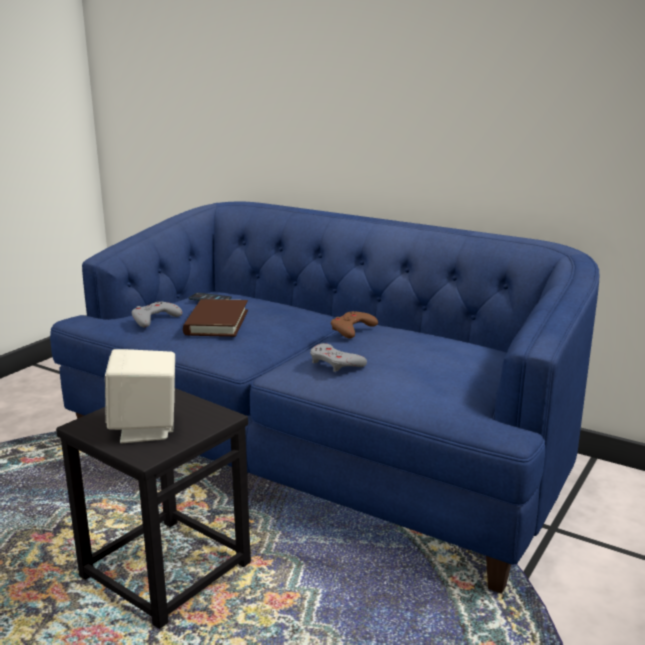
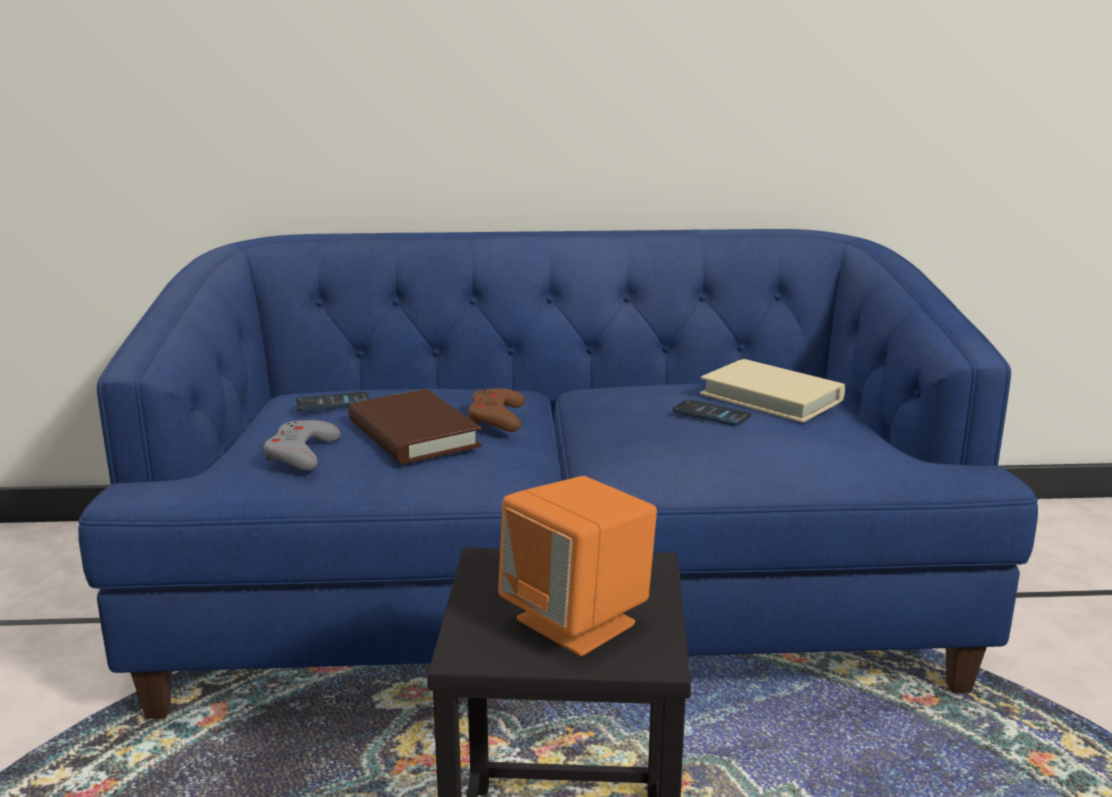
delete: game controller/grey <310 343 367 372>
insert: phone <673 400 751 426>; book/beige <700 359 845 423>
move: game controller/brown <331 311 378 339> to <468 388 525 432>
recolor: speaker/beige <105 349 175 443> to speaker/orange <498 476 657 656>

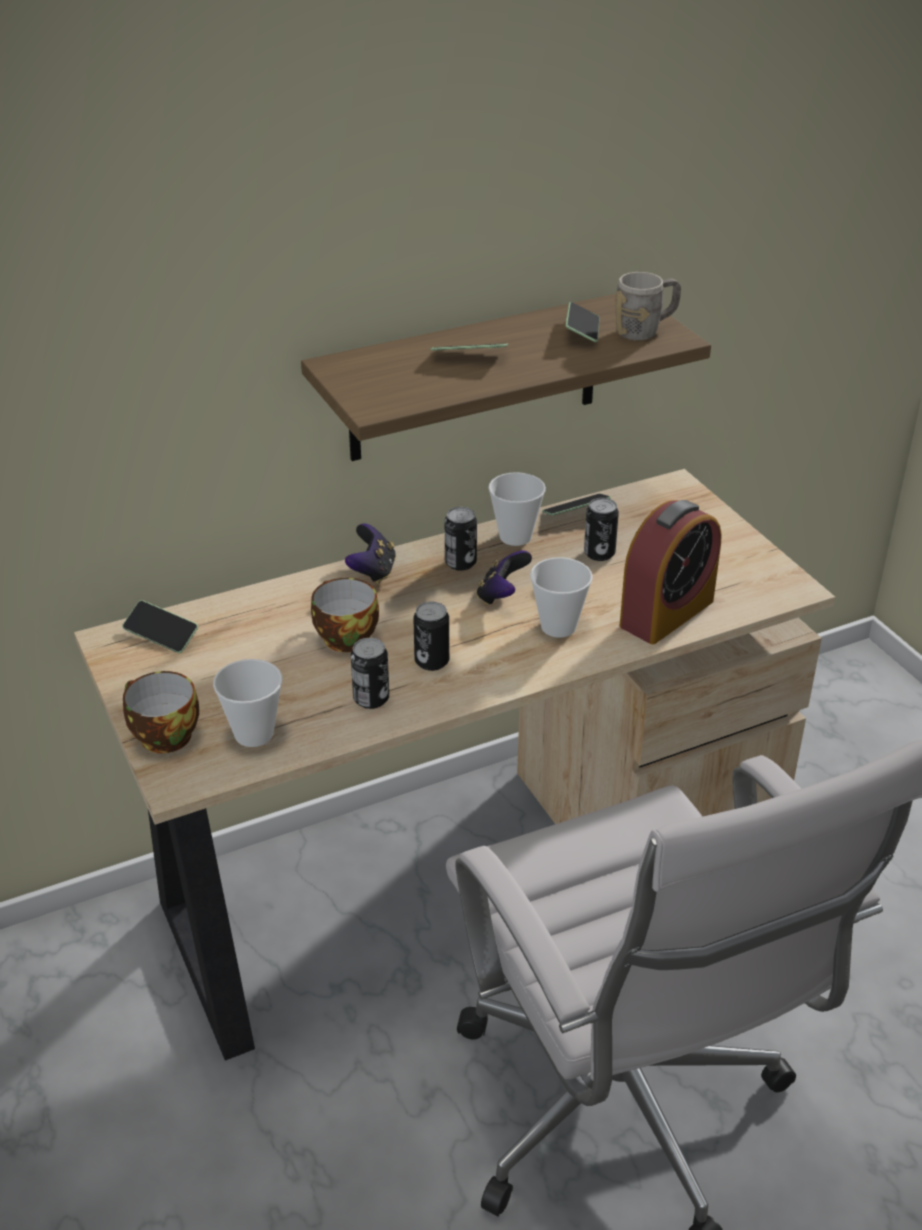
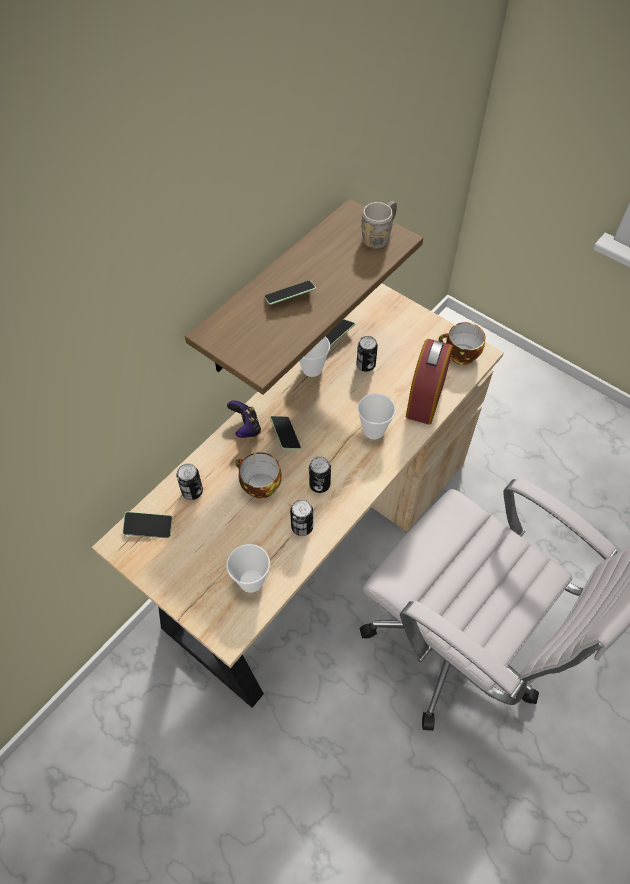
delete: game controller <477 550 532 605>
move: cup <123 671 199 753> to <438 322 486 365>; can <445 507 477 571> to <176 463 203 500>; phone <565 302 600 342> to <270 416 301 449>

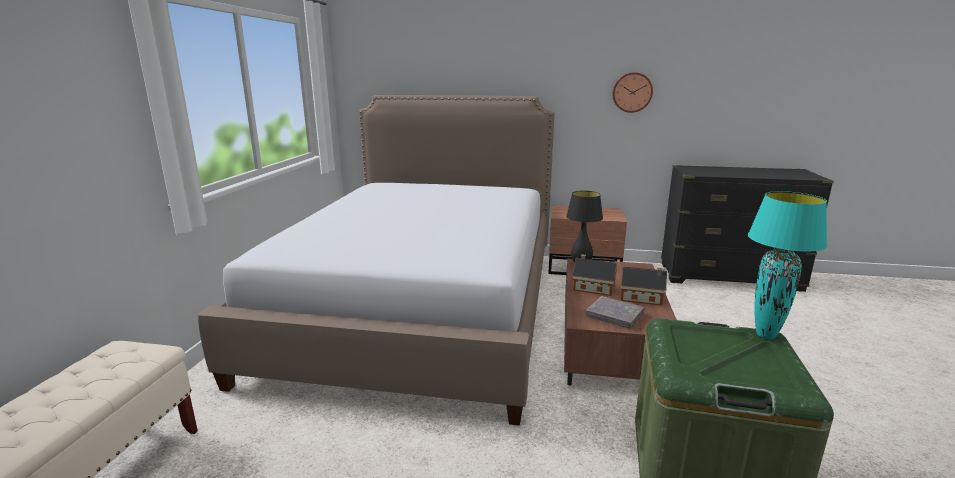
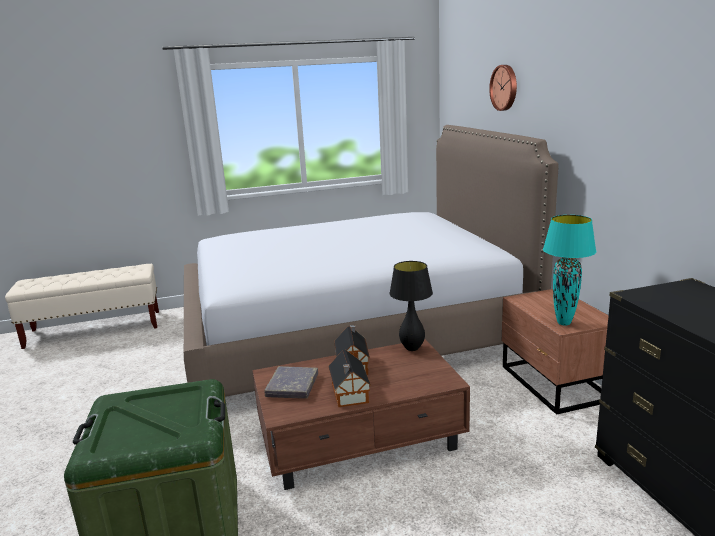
move: wall clock <612 72 653 113> to <489 65 517 111>; table lamp/turquoise <748 191 827 339> to <543 215 596 325>

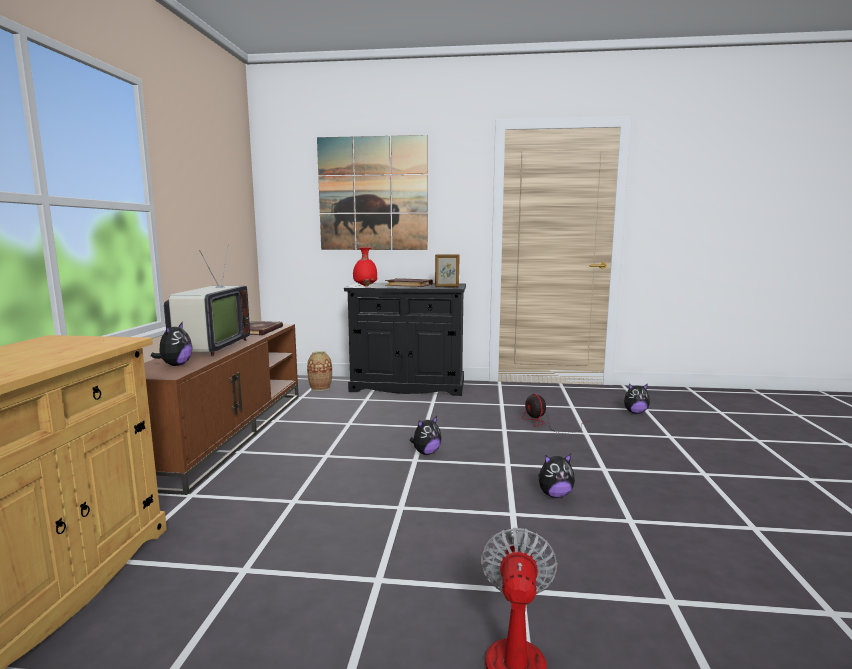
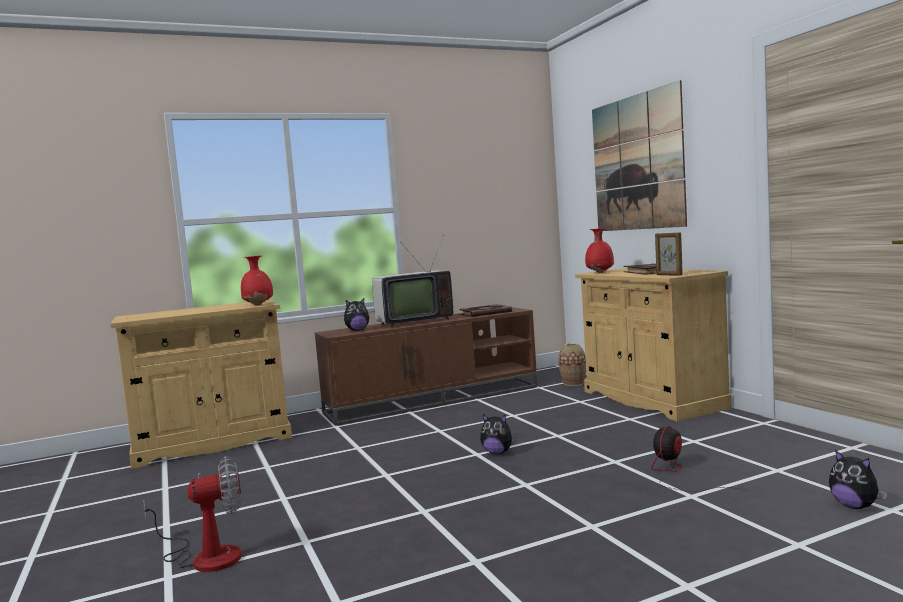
delete: plush toy <538 454 575 498>
insert: vase/red <241 256 273 306>
recolor: cabinet/black <344 283 466 396> to cabinet/beige <575 268 732 421>

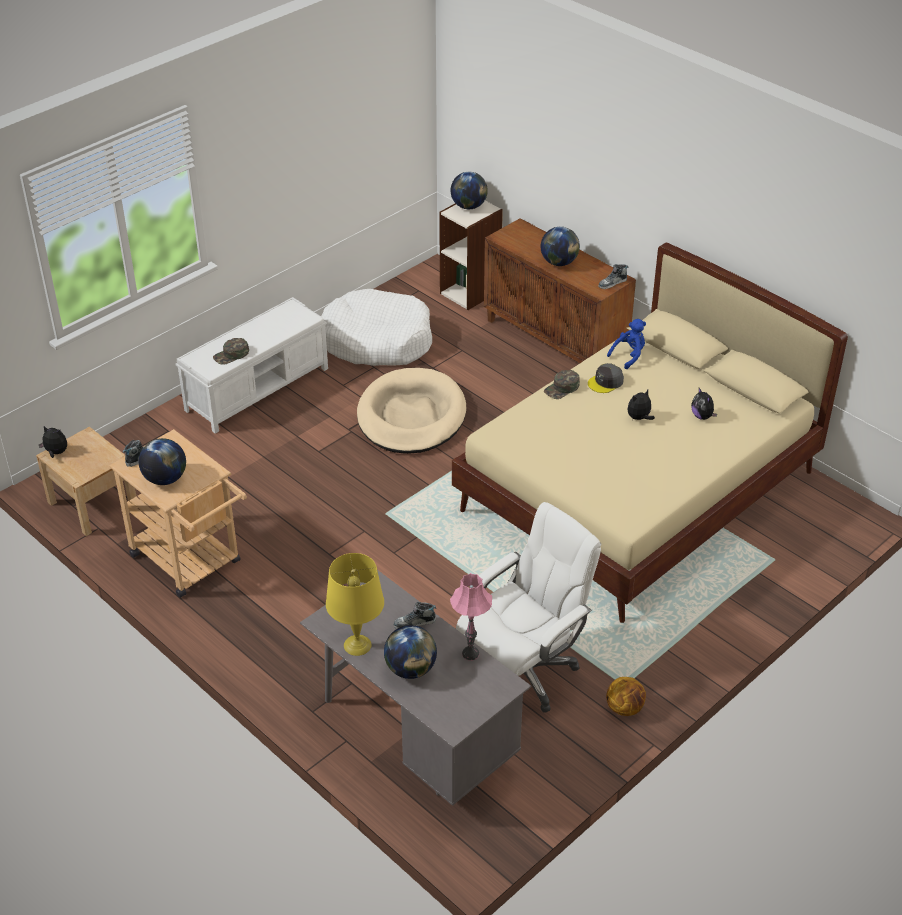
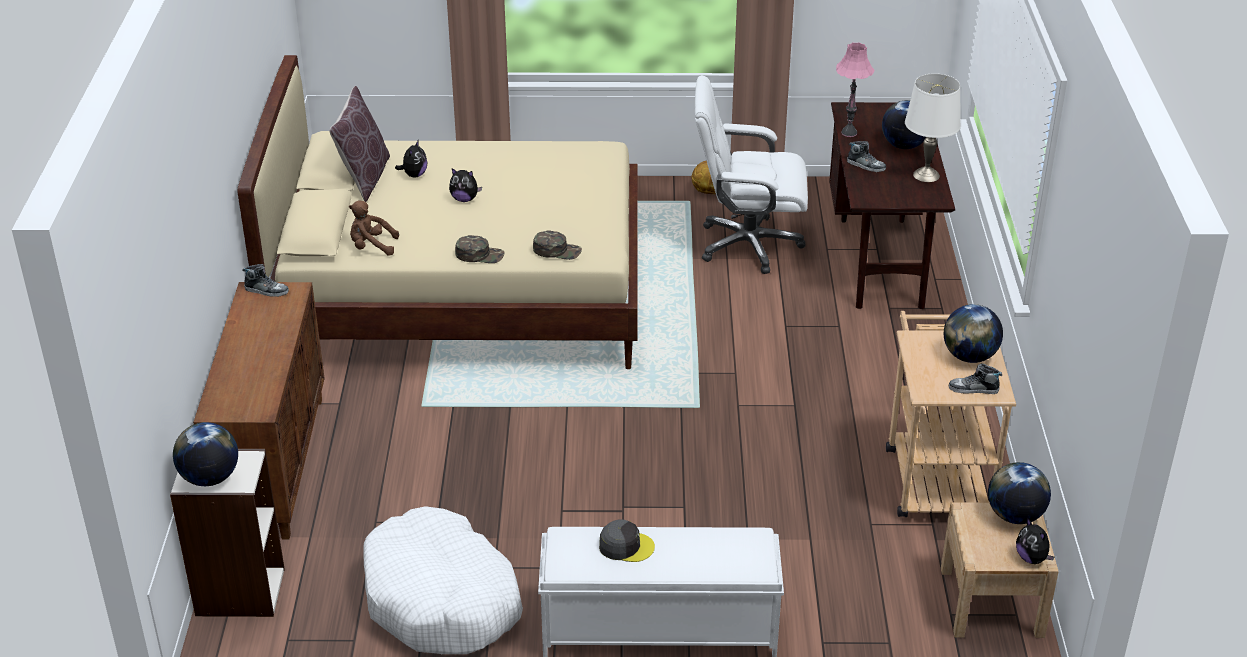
delete: dog bed/beige <357 368 466 454>
insert: pillow/brown <329 86 390 202>
move: cap/green <213 338 249 365> to <533 230 582 260>; globe <541 227 580 266> to <988 462 1051 524>; cap/grey <588 363 624 393> to <599 519 655 562>
recolor: desk/grey <300 570 531 806> to desk/brown <829 102 955 309>; table lamp/yellow <326 553 384 656> to table lamp/white <905 73 961 182>; plush toy/blue <607 319 646 369> to plush toy/brown <349 201 399 256>

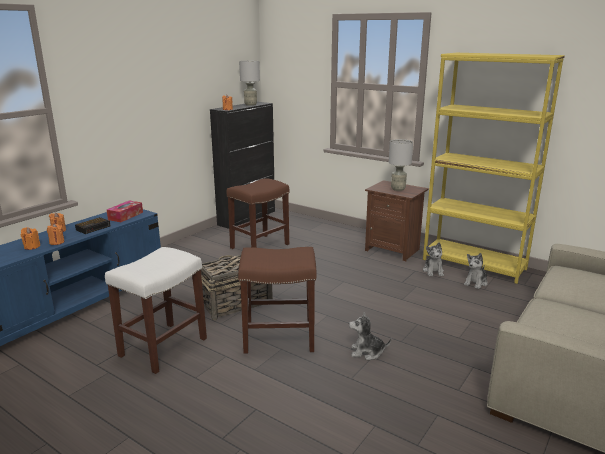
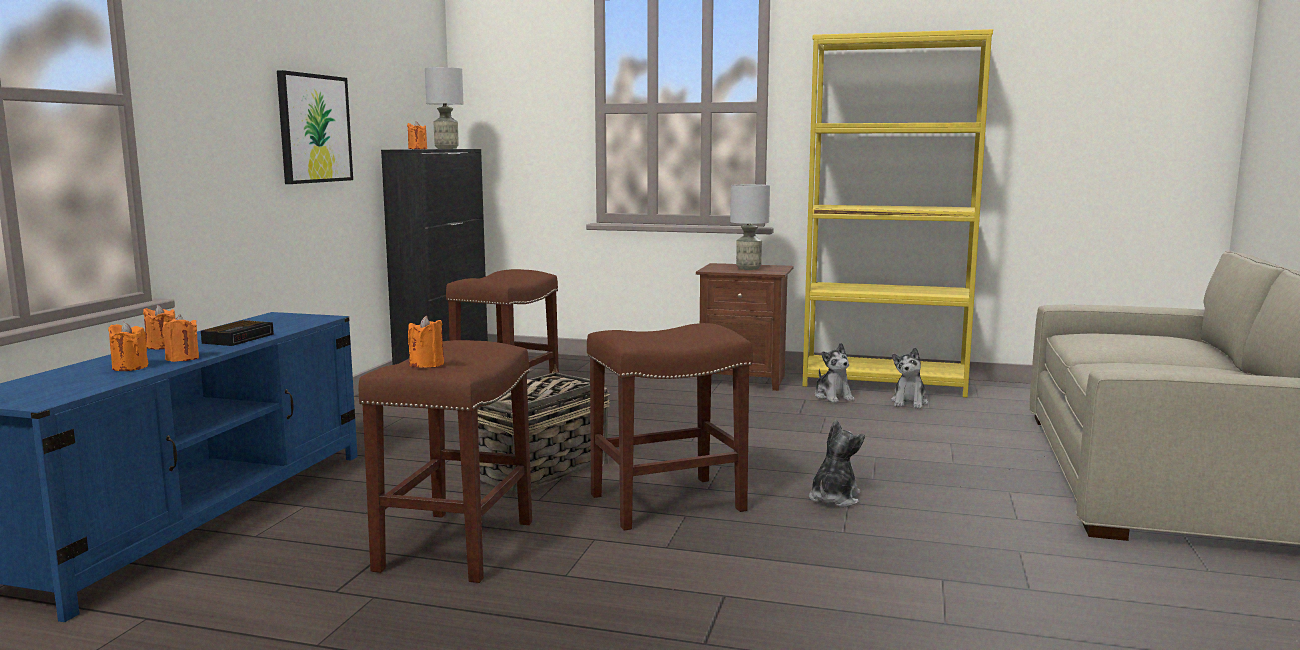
delete: tissue box <107 201 143 222>
insert: picture <277 70 353 184>; candle/orange <408 316 444 368>
recolor: stool/white <105 247 207 374> to stool/brown <358 340 532 583>
rotate: plush toy <349 312 391 360> = <809 419 865 507> 135 degrees clockwise

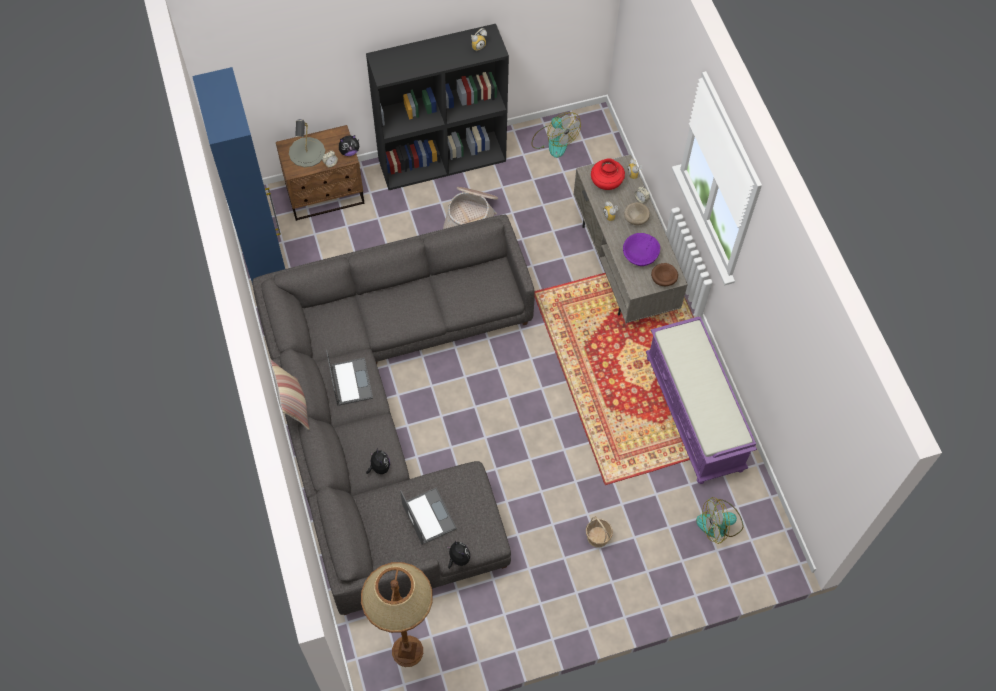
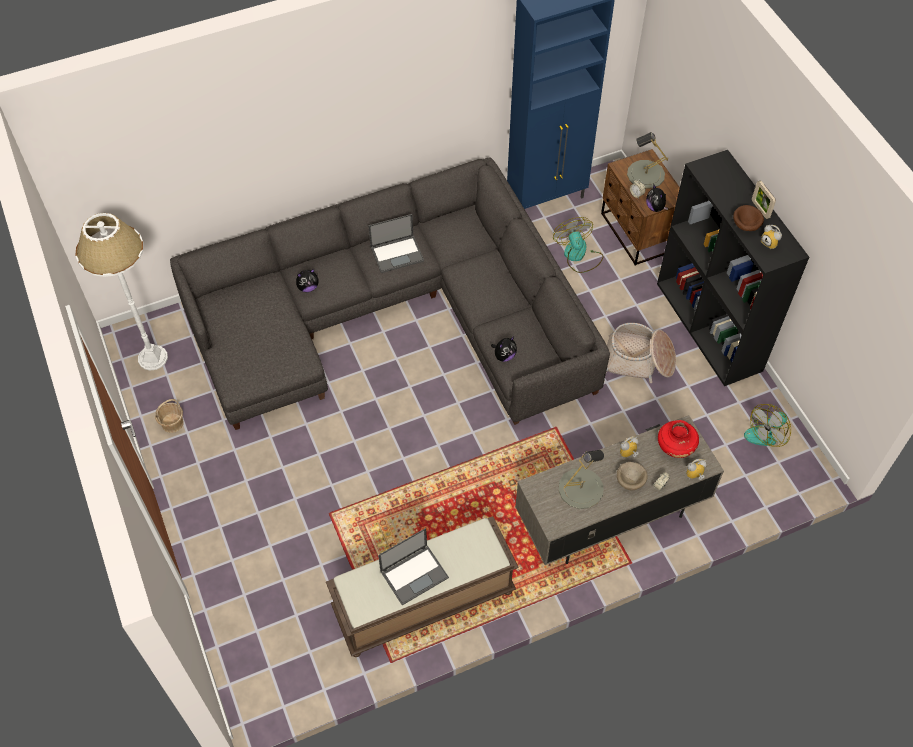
delete: pillow <271 360 310 430>
insert: picture frame <752 181 776 219>
move: laptop <400 488 457 545> to <378 528 449 605>; plush toy <446 540 470 569> to <491 336 517 362>; basket <586 516 613 547> to <155 399 184 433>; bowl/brown <651 263 678 286> to <733 205 764 231>; fan <696 497 743 544> to <553 217 604 273>
replace: bowl/purple <623 233 660 266> to table lamp/grey <558 450 604 509>
recolor: floor lamp/brown <361 562 433 667> to floor lamp/white <76 213 168 371>; bench/purple <646 316 757 484> to bench/brown <326 516 519 657>

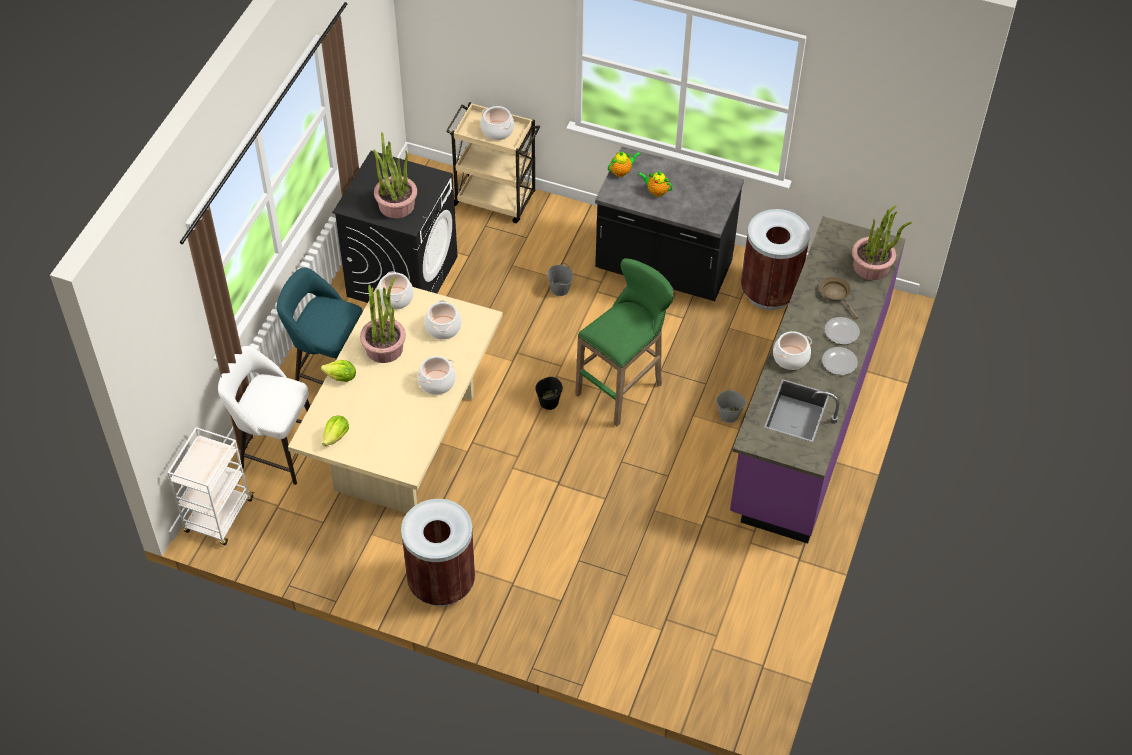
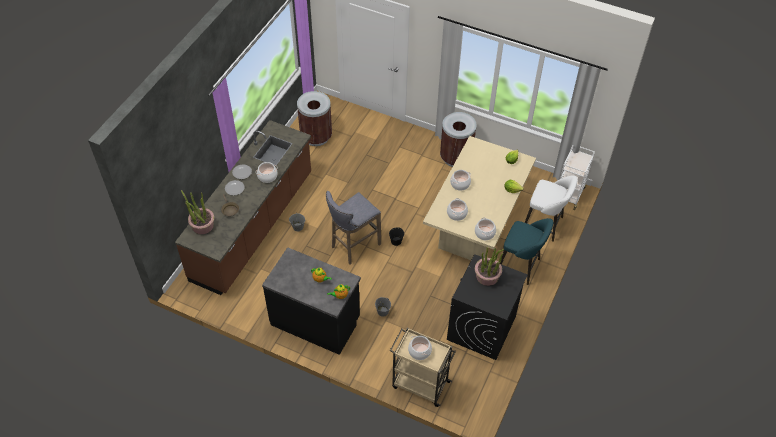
delete: potted plant <360 277 406 363>
move: trash can/brown <741 209 810 310> to <297 91 332 146>
recolor: stool/green <575 258 675 426> to stool/grey <326 191 381 265>; counter/purple <730 217 906 543> to counter/brown <175 120 311 295>

